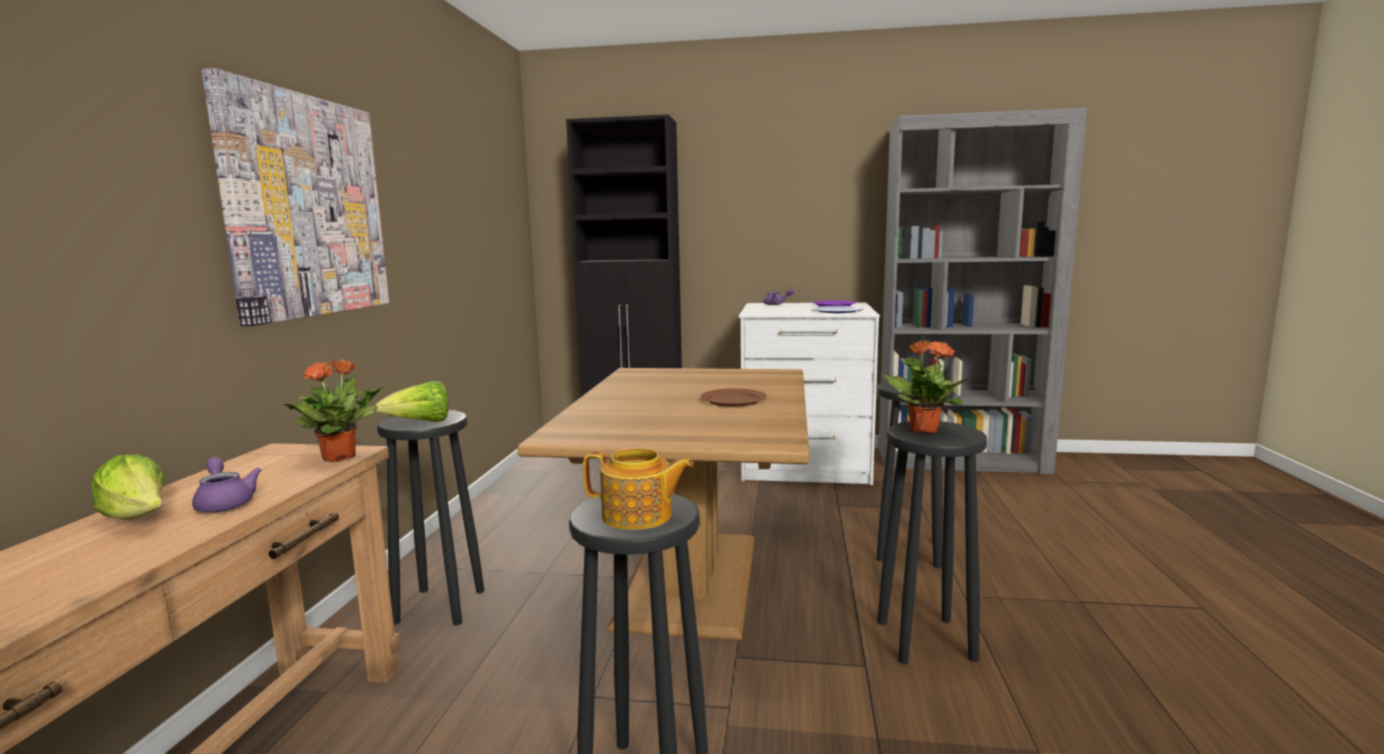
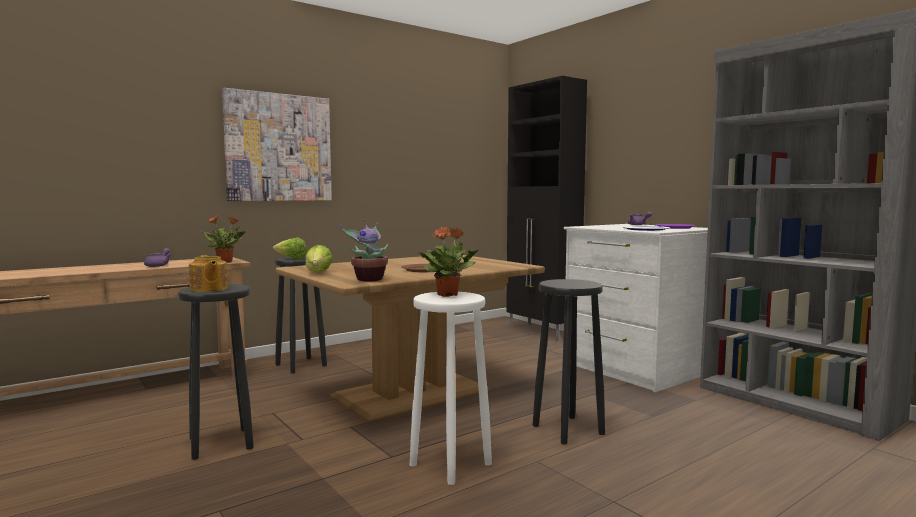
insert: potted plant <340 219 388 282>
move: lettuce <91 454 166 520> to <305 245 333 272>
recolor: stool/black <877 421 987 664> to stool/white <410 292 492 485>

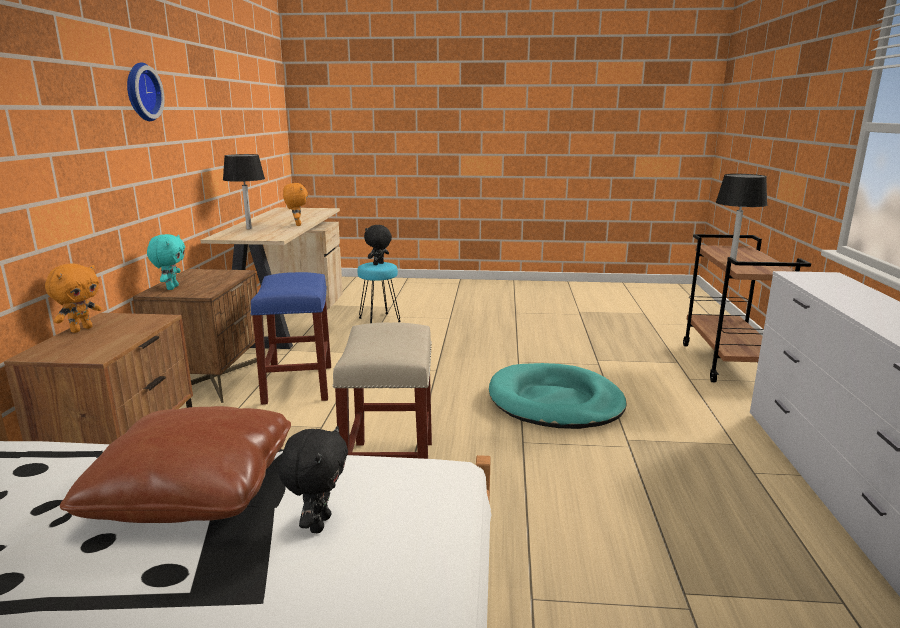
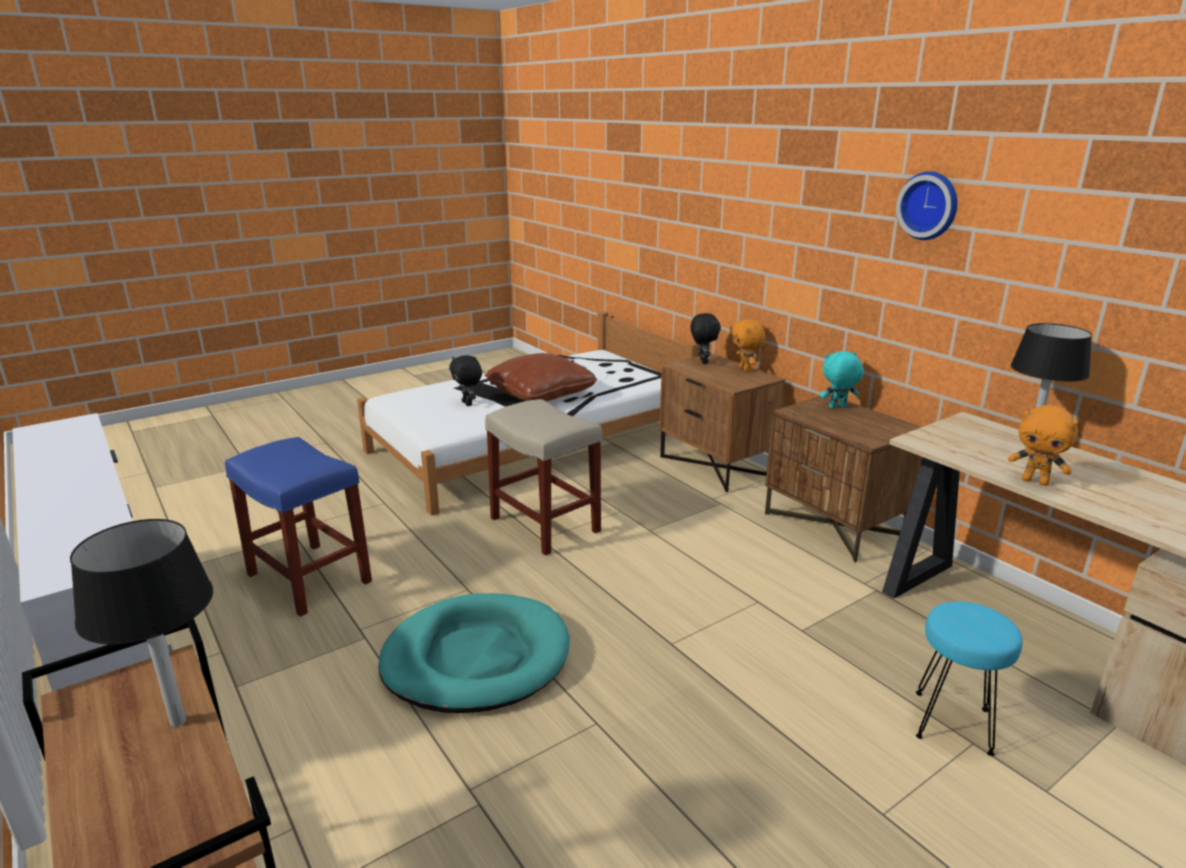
move: stool/blue <250 272 331 405> to <225 437 372 617>; plush toy/black <364 225 392 265> to <690 313 721 364>
rotate: plush toy/turquoise <147 234 185 290> = <820 351 864 408> 120 degrees clockwise

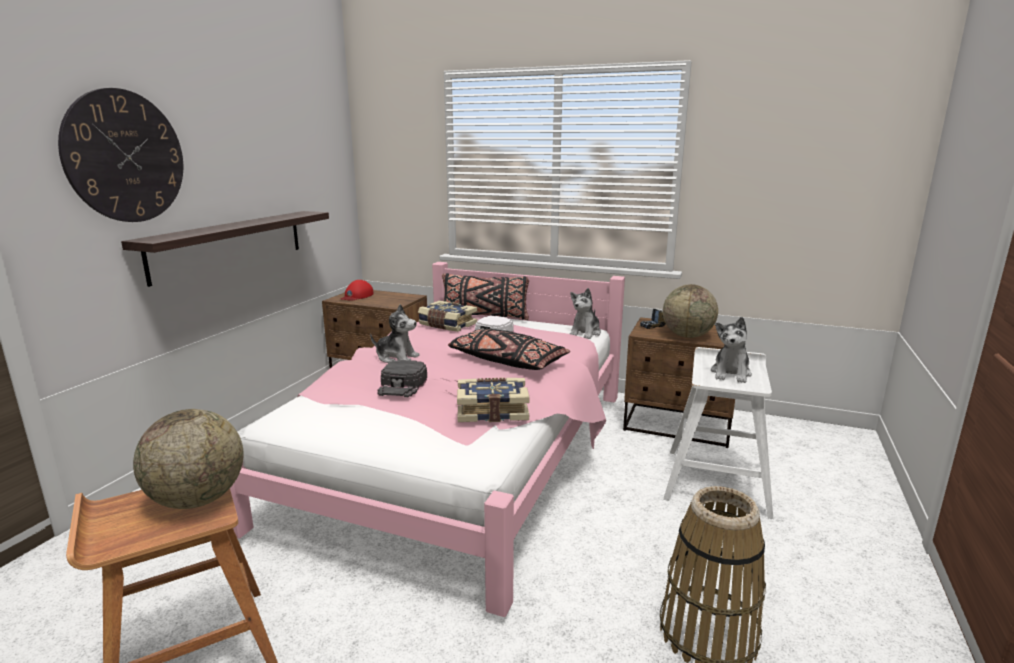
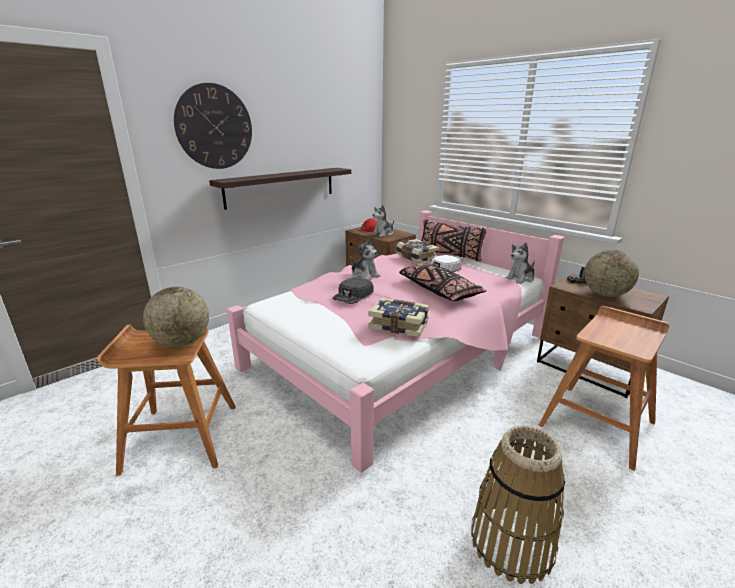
move: plush toy <711 317 752 383> to <371 205 394 237>
recolor: stool/white <664 347 773 519> to stool/brown <539 306 669 471>

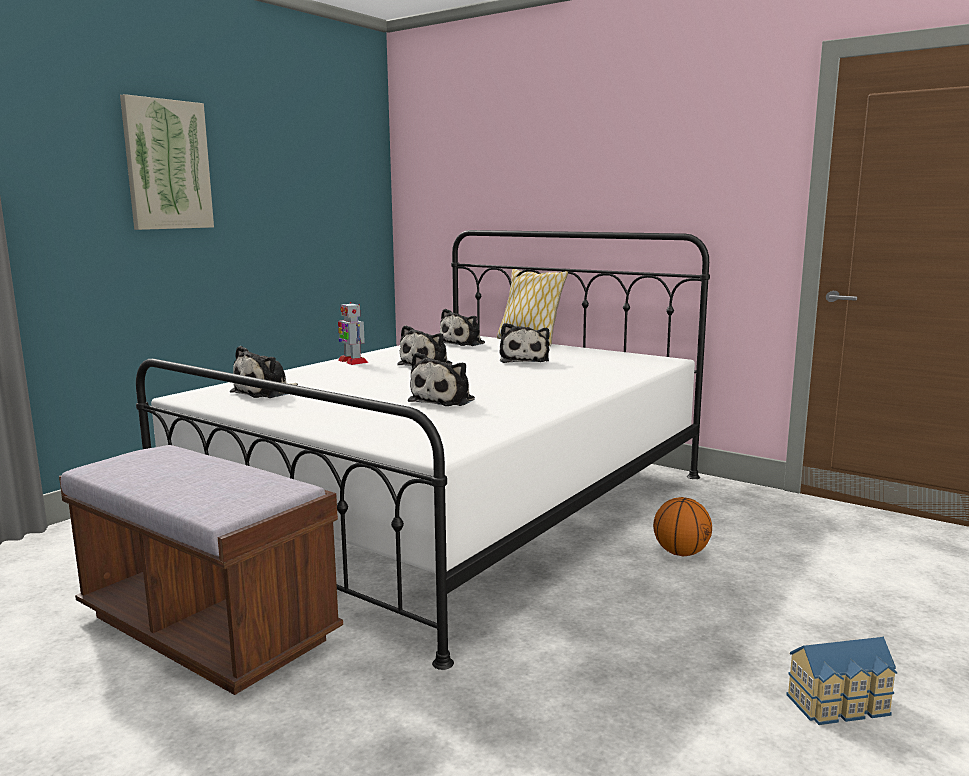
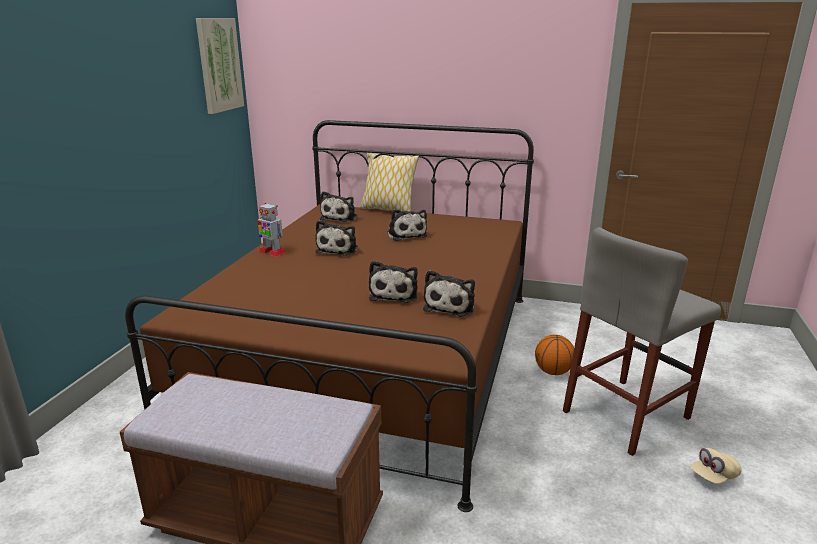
insert: stool/grey <563 227 721 456>
move: picture <120 94 214 230> to <196 18 244 114>; plush toy <230 346 298 398> to <423 270 475 316>
replace: toy house <786 636 897 725> to cap/beige <690 448 742 484>
recolor: bed/white <136 230 710 670> to bed/brown <125 120 534 512>

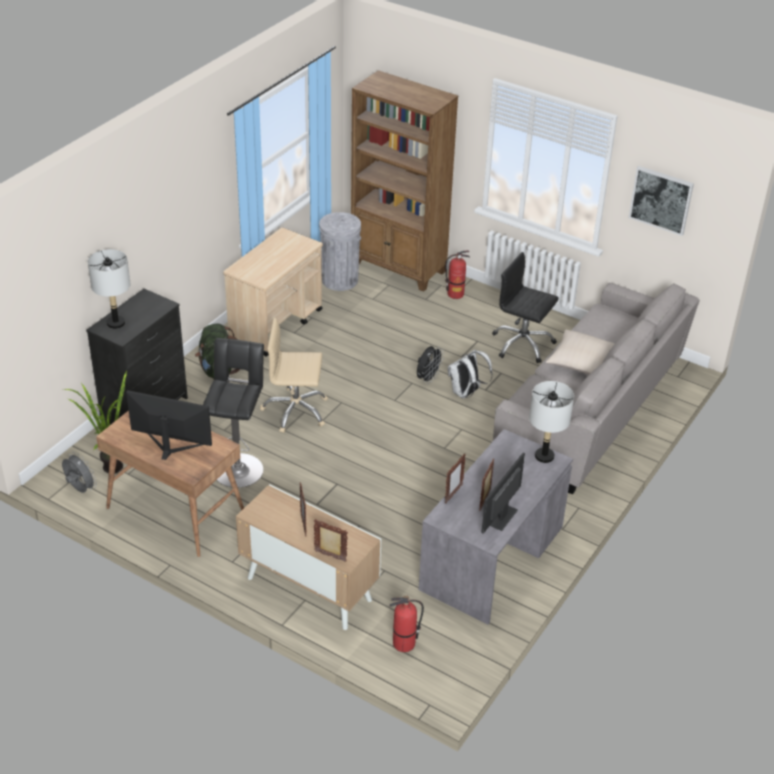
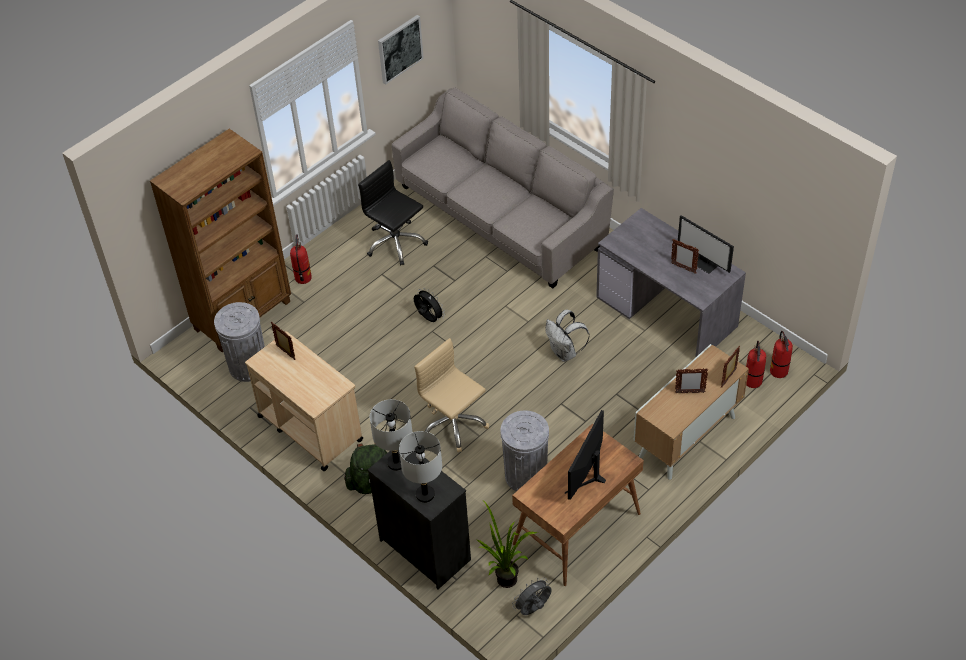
delete: pillow/beige <546 329 615 375>
insert: fire extinguisher <770 331 793 378>
move: picture frame <445 453 466 503> to <271 322 296 360>; backpack/white <448 349 493 398> to <545 310 590 362>; table lamp/grey <529 381 574 463> to <370 399 412 471>
replace: stool/black <203 338 264 488> to trash can/grey <500 410 549 491>
rotate: office chair/beige <260 318 328 433> = <414 338 489 452> 120 degrees clockwise; office chair/black <492 252 559 363> = <358 160 428 266> 90 degrees clockwise

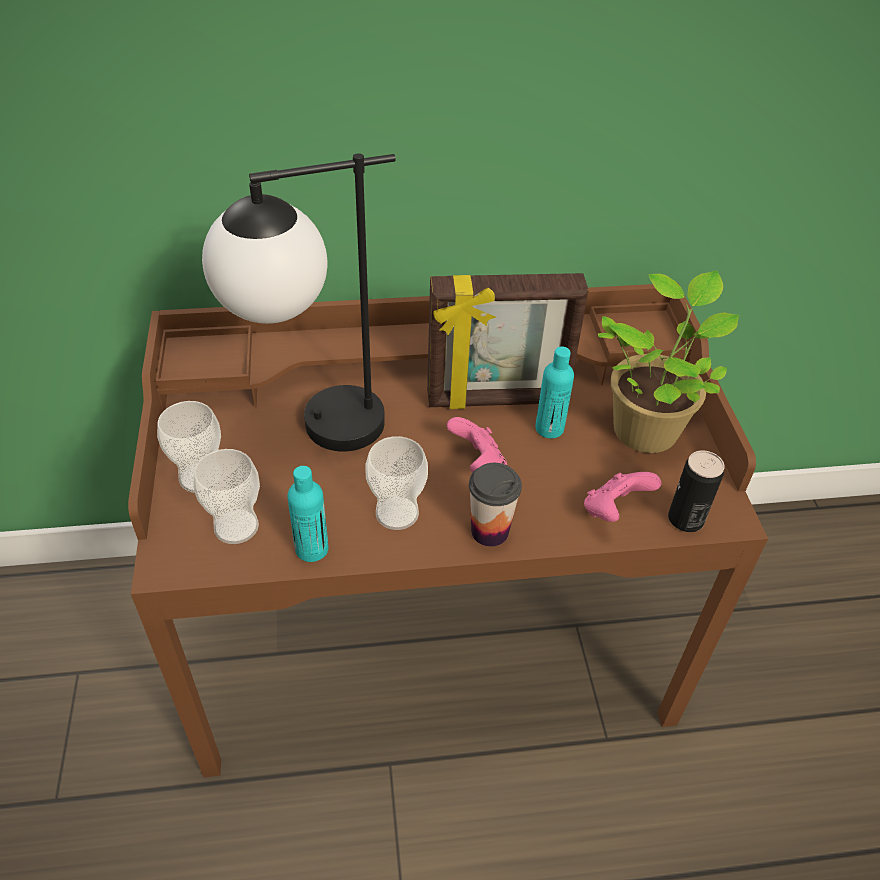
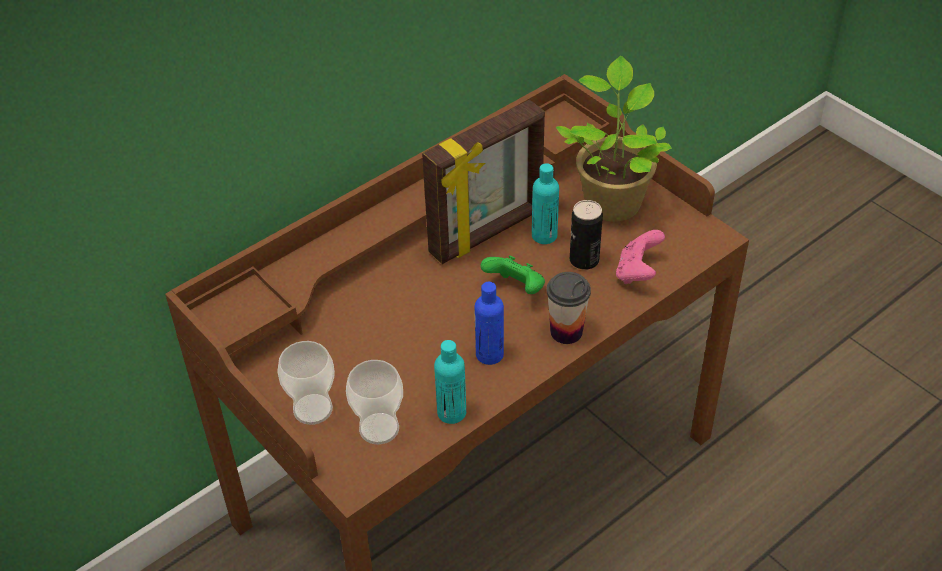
delete: table lamp <202 153 396 452>
move: can <668 450 725 532> to <570 200 603 270>
replace: cup <365 436 428 530> to bottle/blue <475 282 504 365>
recolor: game controller/pink <447 417 507 473> to game controller/green <480 255 545 294>

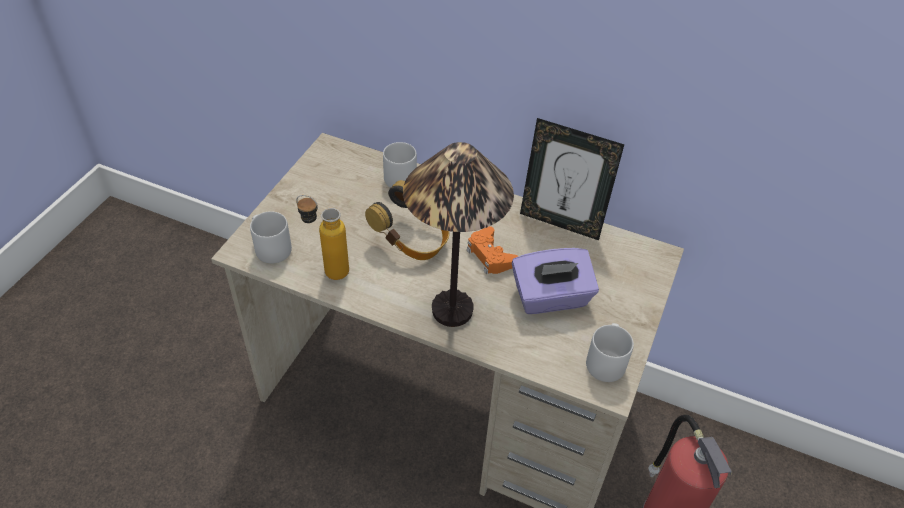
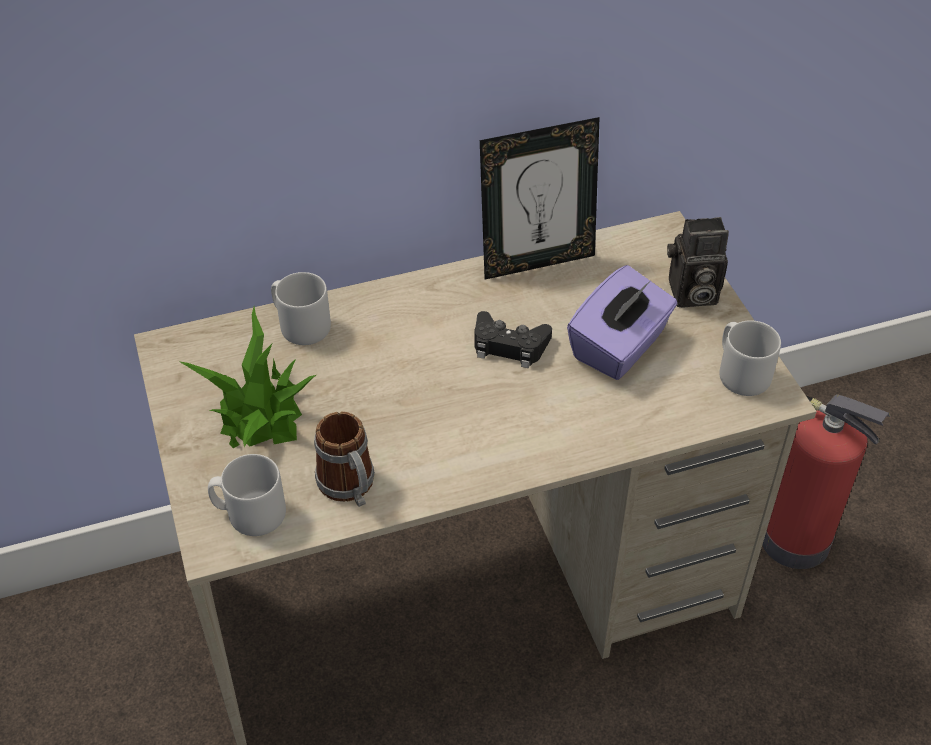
delete: headphones <365 180 450 260>; table lamp <403 142 514 327>
insert: potted plant <178 306 316 448>; photo camera <667 217 729 308>
replace: bottle <296 195 349 280> to mug <314 411 375 507>
recolor: game controller/orange <467 226 518 274> to game controller/black <475 311 552 368>

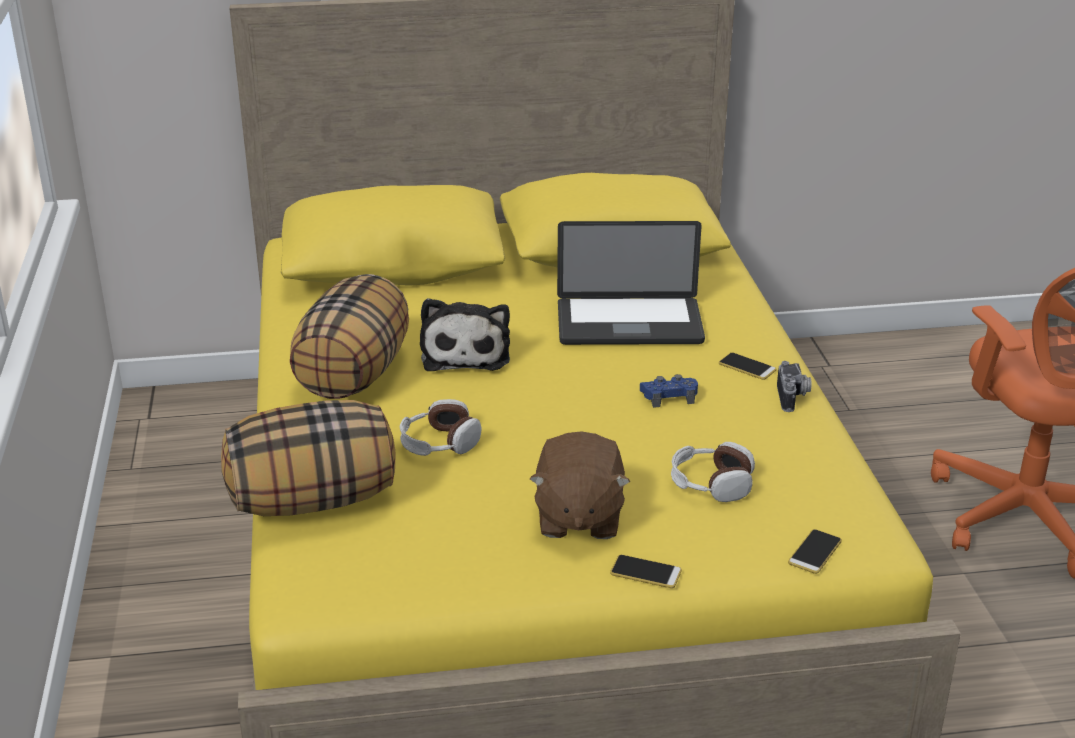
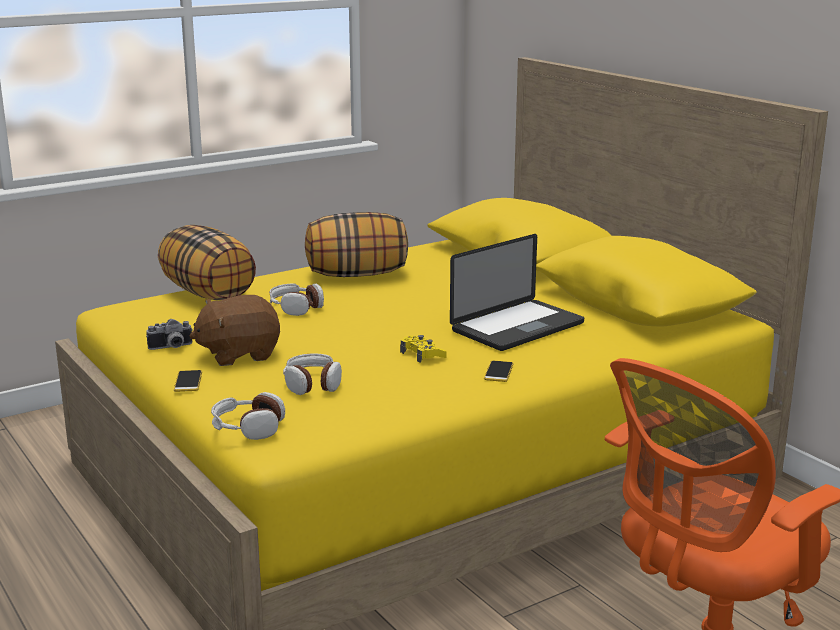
delete: plush toy <420 298 510 371>
move: photo camera <777 361 812 412> to <146 319 193 350>
replace: phone <788 529 842 574> to headphones <211 392 285 440>
recolor: game controller/blue <640 374 698 408> to game controller/yellow <400 335 447 363>
rotate: laptop <557 221 705 345> = <450 234 584 351> 105 degrees counterclockwise

